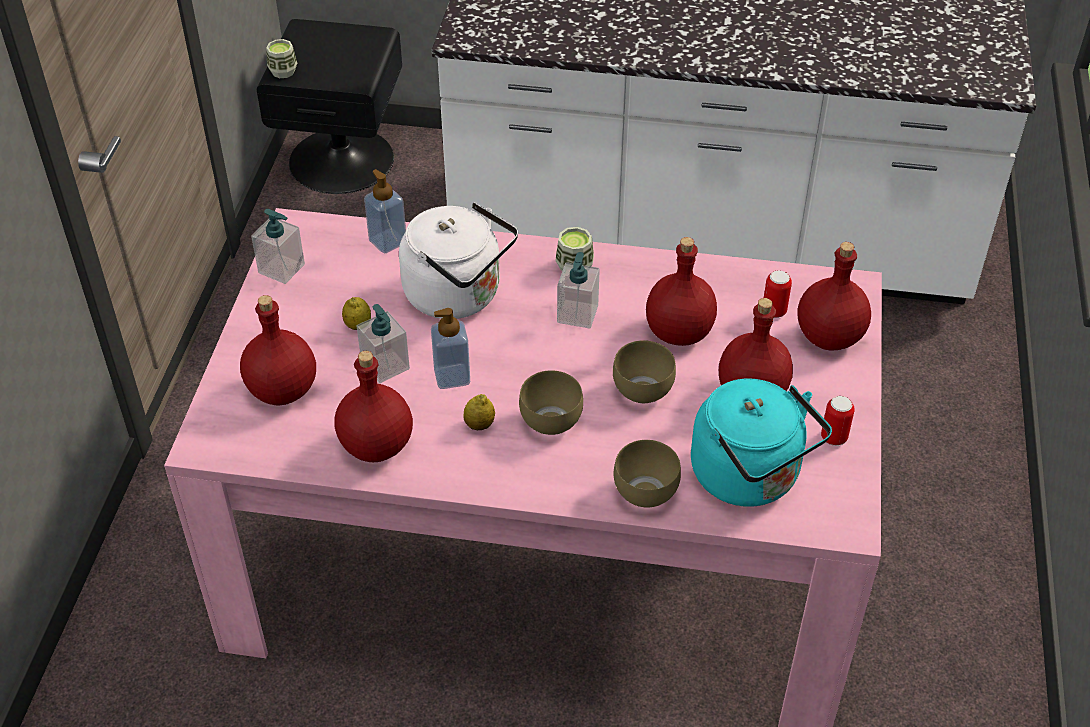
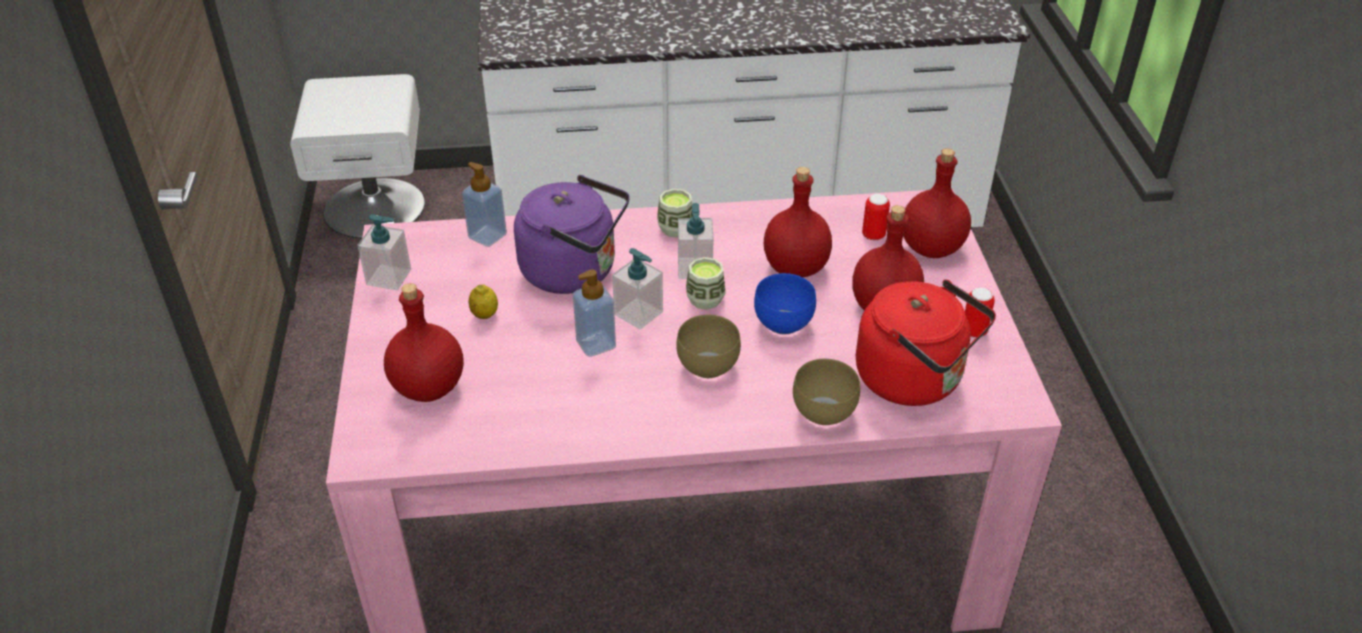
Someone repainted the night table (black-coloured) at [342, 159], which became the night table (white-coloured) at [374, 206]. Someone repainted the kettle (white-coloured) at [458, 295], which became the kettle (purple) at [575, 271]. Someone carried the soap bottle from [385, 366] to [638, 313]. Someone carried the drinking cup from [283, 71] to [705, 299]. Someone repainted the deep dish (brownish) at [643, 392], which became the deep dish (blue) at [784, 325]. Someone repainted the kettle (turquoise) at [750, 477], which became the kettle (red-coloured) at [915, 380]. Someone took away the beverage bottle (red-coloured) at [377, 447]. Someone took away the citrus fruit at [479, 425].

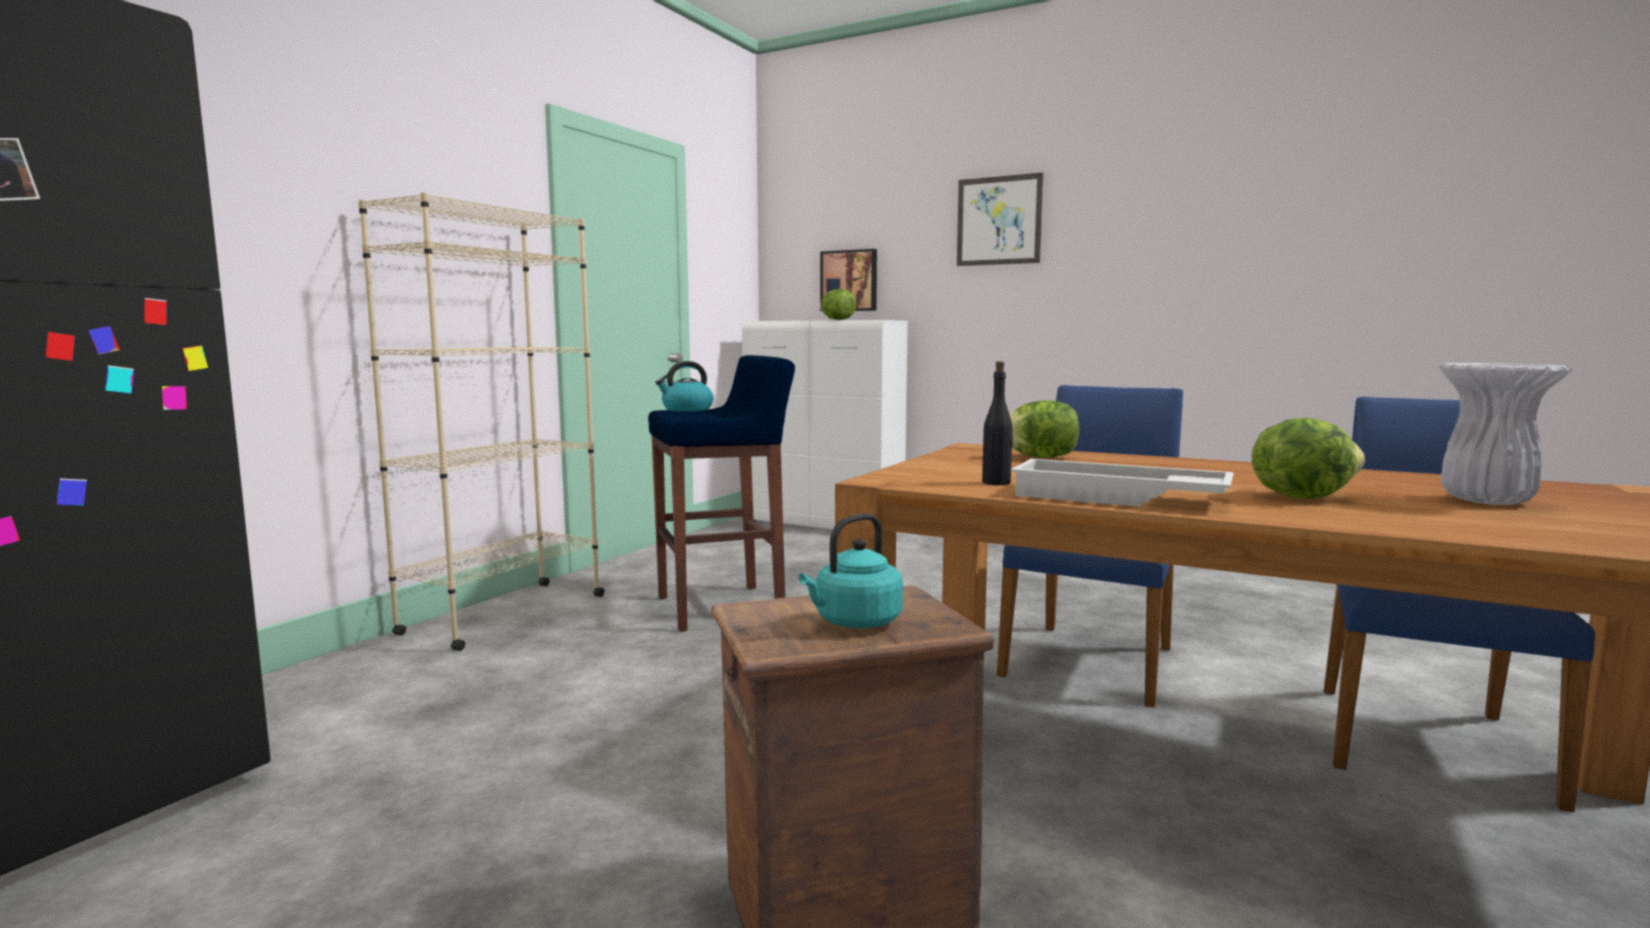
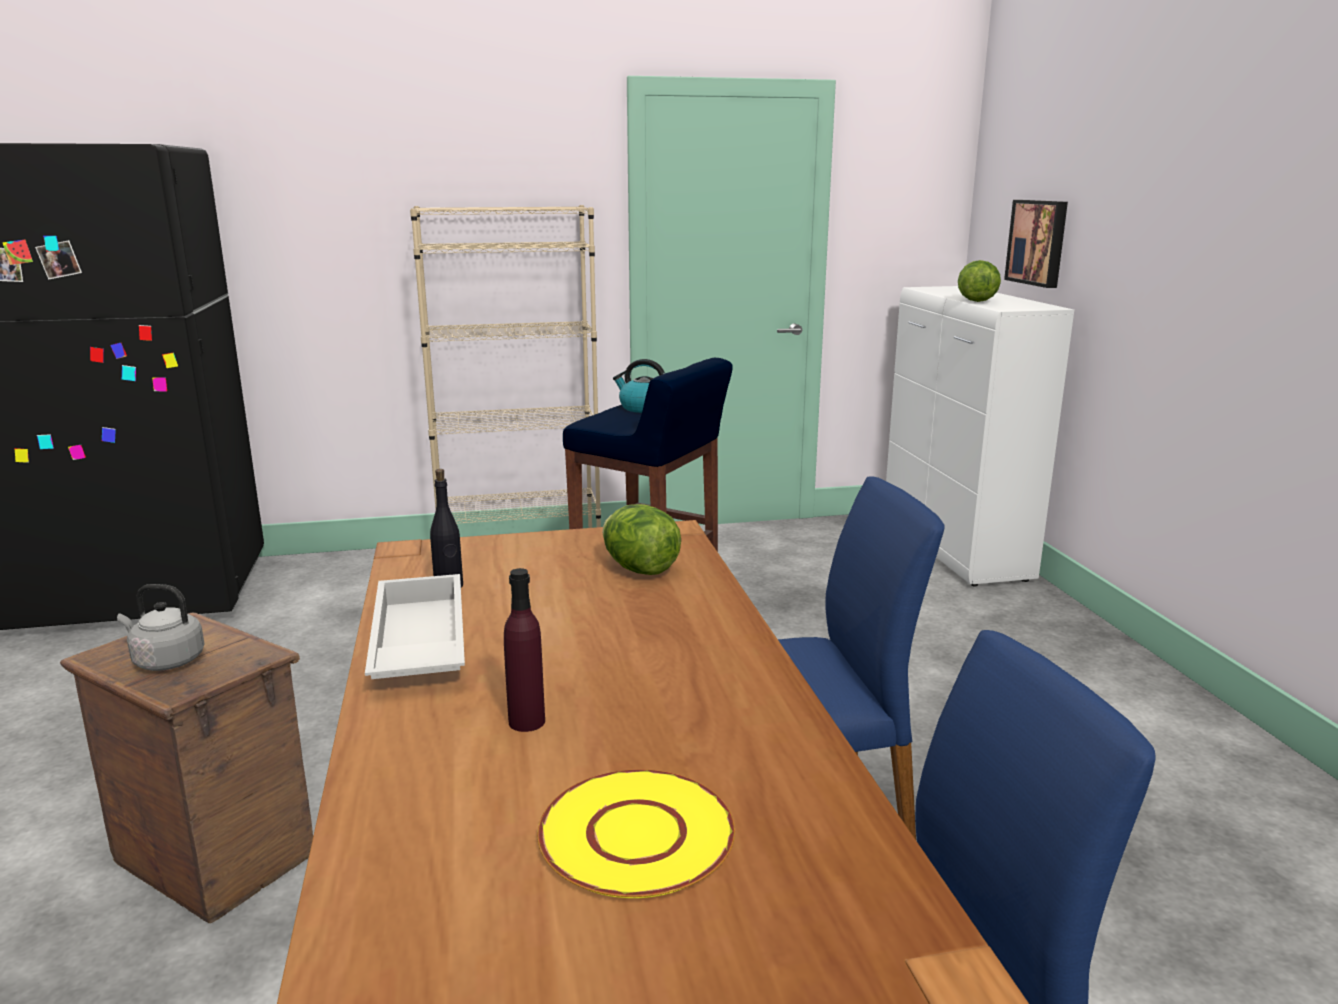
Someone repainted the kettle (turquoise) at [854, 622], which became the kettle (gray) at [166, 661]. Someone swapped the lettuce at [1300, 497] for the beverage bottle (purple) at [526, 721]. Someone swapped the decorative vase (white-coloured) at [1484, 500] for the flat dish (yellow) at [636, 834]. Someone took away the wall picture at [999, 220].

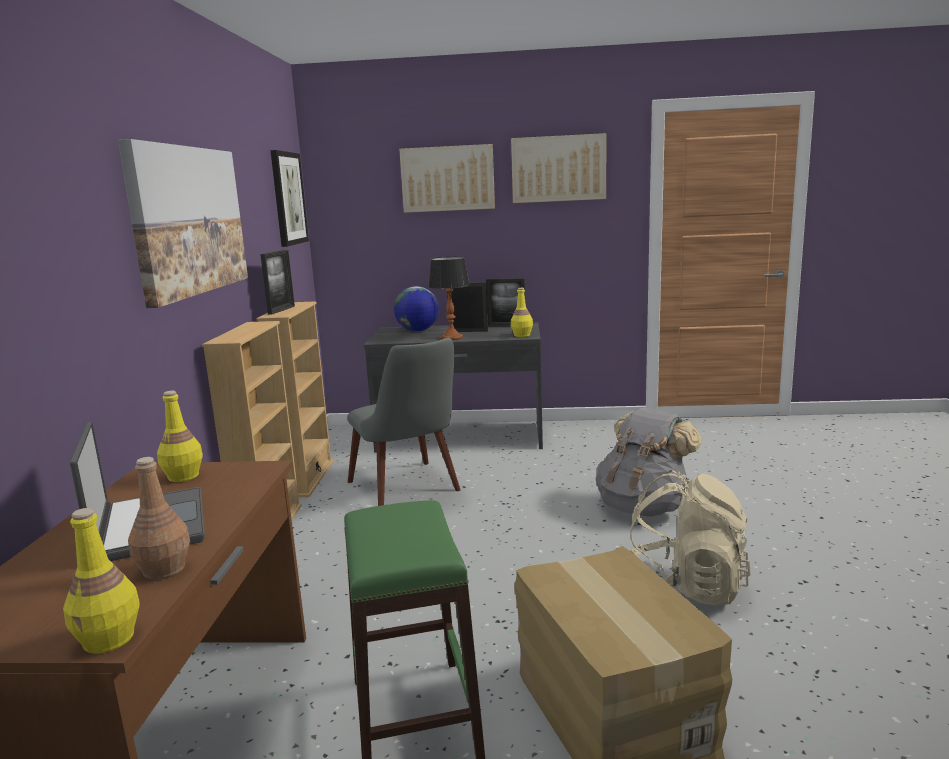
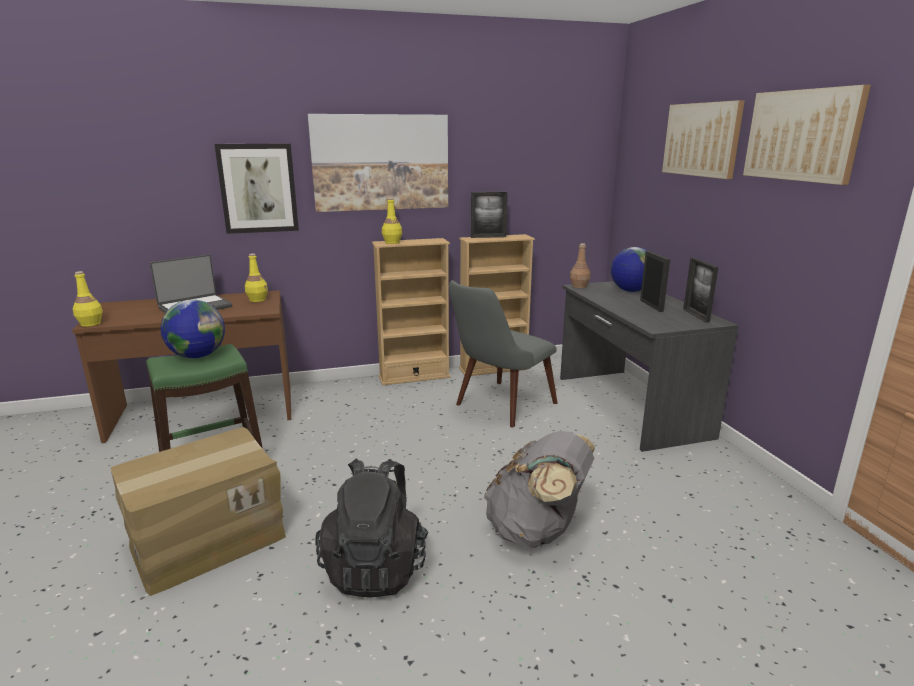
Someone put down the desk globe at [198, 356]. Someone carried the wall picture from [288, 198] to [258, 188]. Someone repainted the knapsack (beige) at [684, 588], which became the knapsack (black-coloured) at [376, 567]. Someone carried the beverage bottle (yellow) from [522, 335] to [392, 242]. Someone carried the beverage bottle (brownish) from [164, 570] to [579, 286]. Someone took away the table lamp at [451, 338].

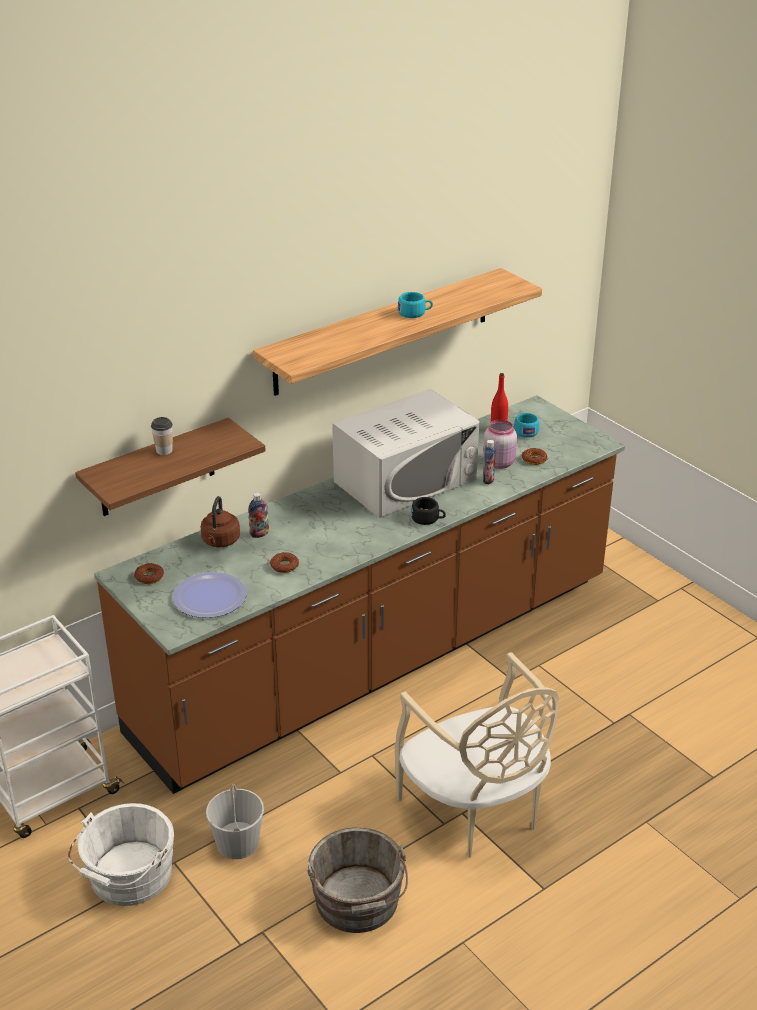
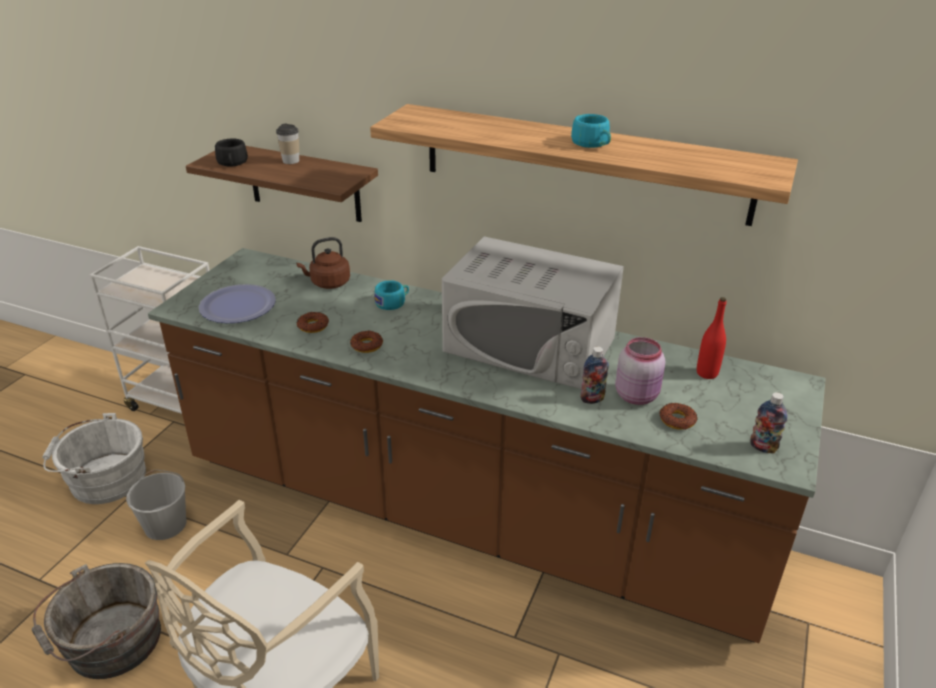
Someone carried the drinking cup (black-coloured) from [428, 519] to [232, 163]. Someone carried the doughnut from [149, 577] to [367, 345]. Someone carried the drinking cup (turquoise) from [525, 431] to [393, 302]. Someone carried the beverage bottle from [259, 534] to [763, 447].

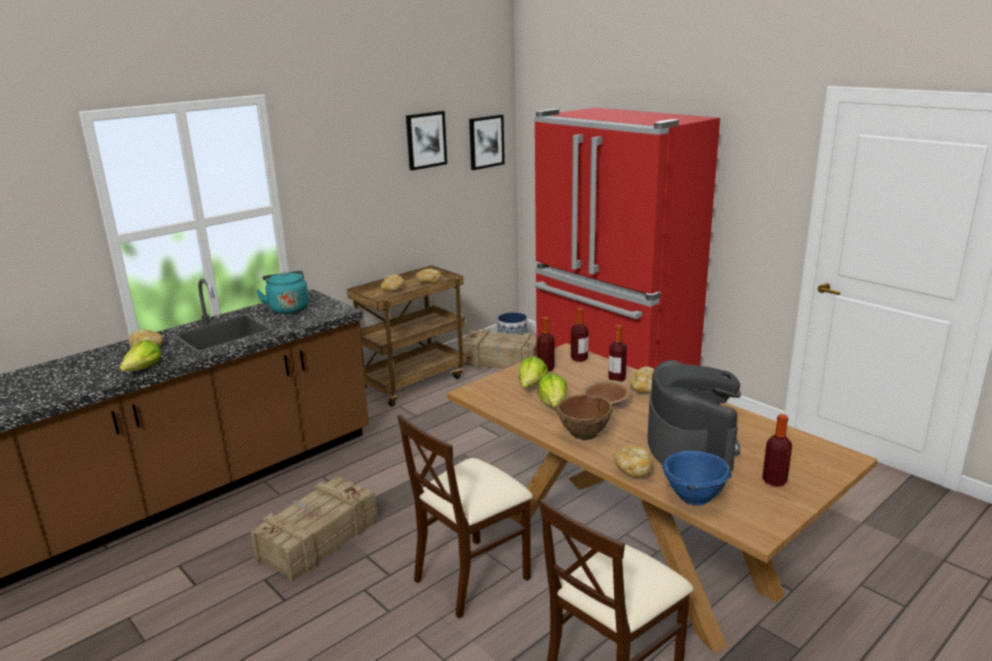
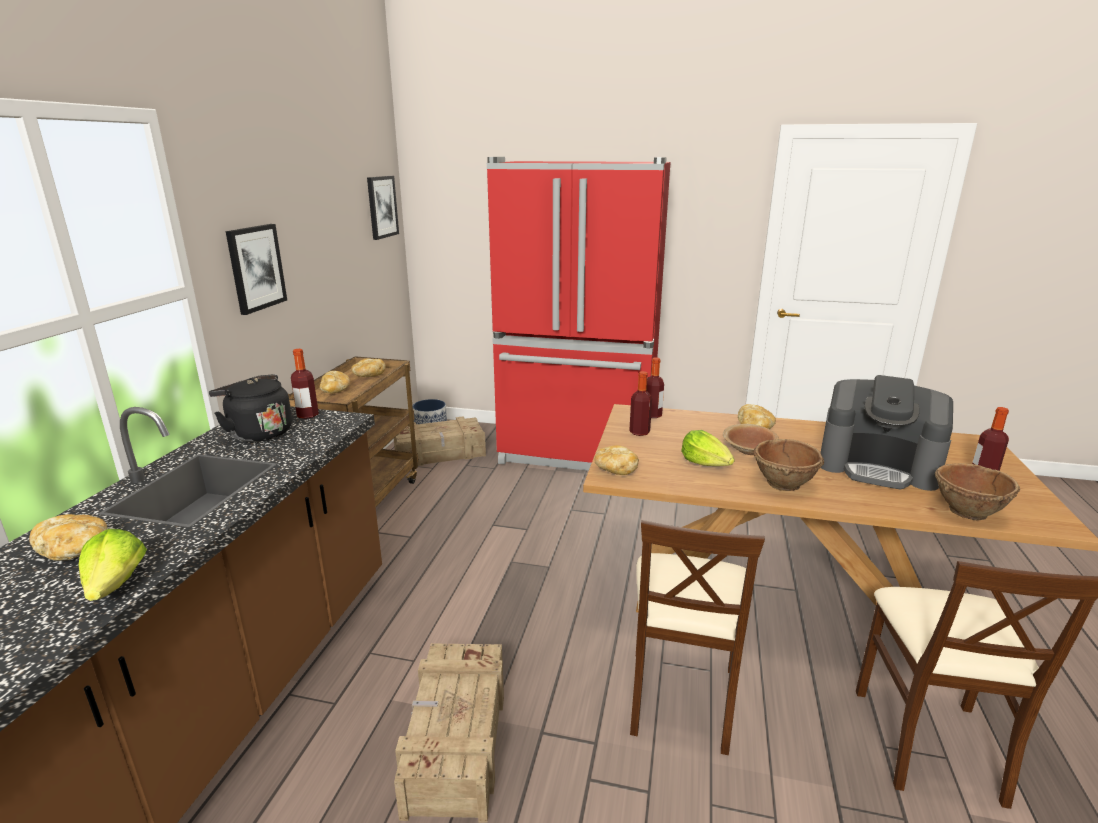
Someone repainted the kettle (turquoise) at [288, 308], which became the kettle (black-coloured) at [258, 433]. Someone carried the wall picture from [426, 140] to [256, 268]. Someone carried the beverage bottle from [617, 378] to [307, 415]. Someone carried the bread from [633, 470] to [615, 470]. Someone rotated the coffee machine at [690, 445] by 150 degrees clockwise. Someone repainted the deep dish (blue) at [693, 497], which became the deep dish (brownish) at [967, 512]. Someone took away the lettuce at [532, 385].

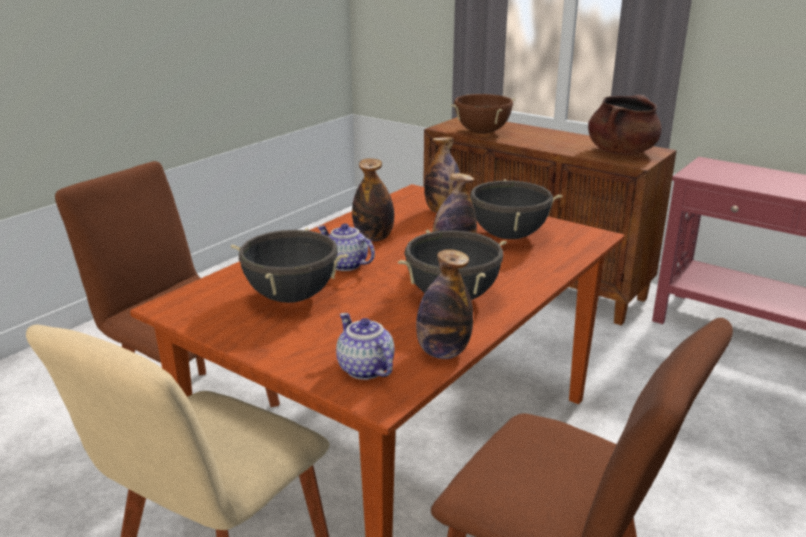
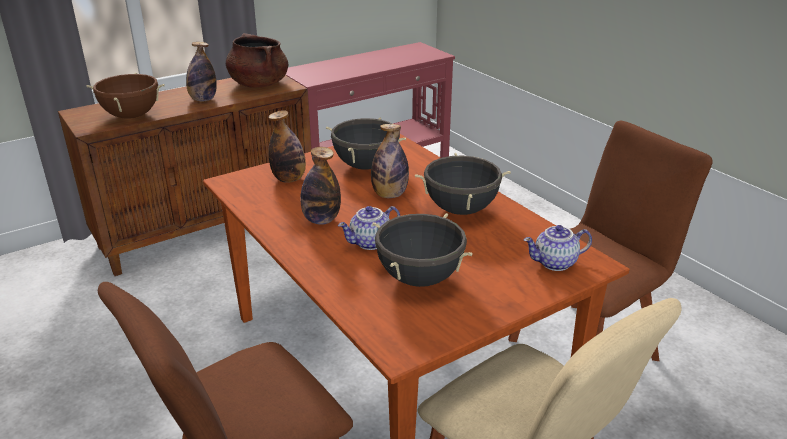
Someone carried the beverage bottle from [443, 352] to [203, 100].

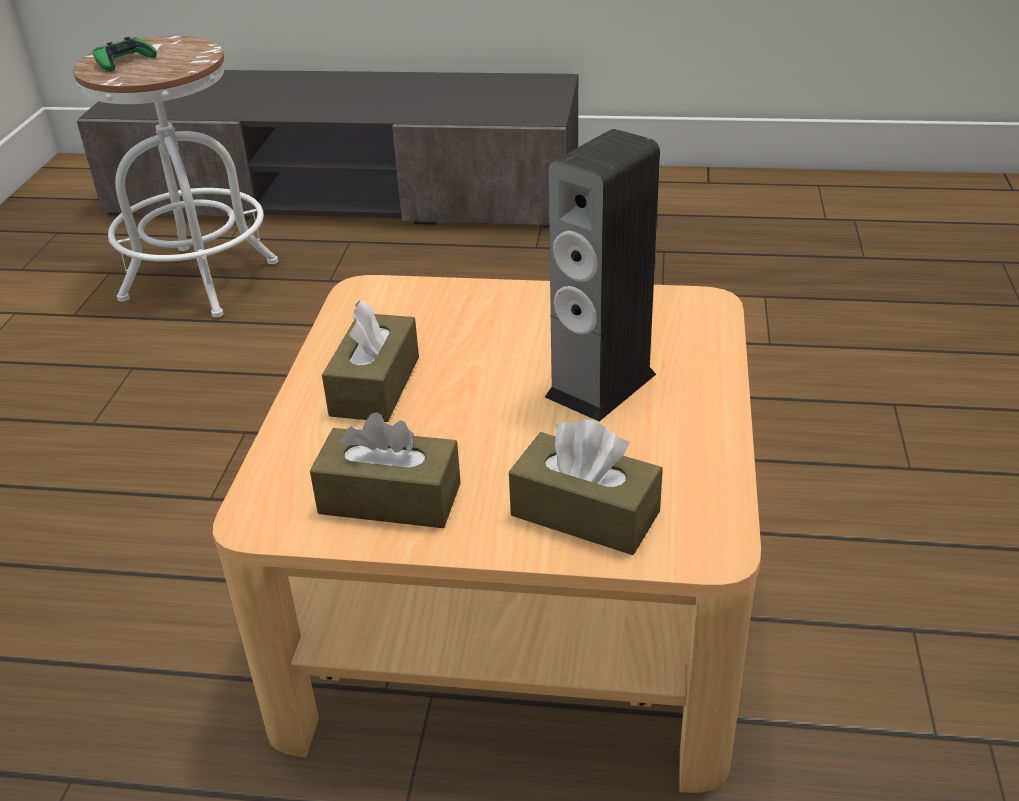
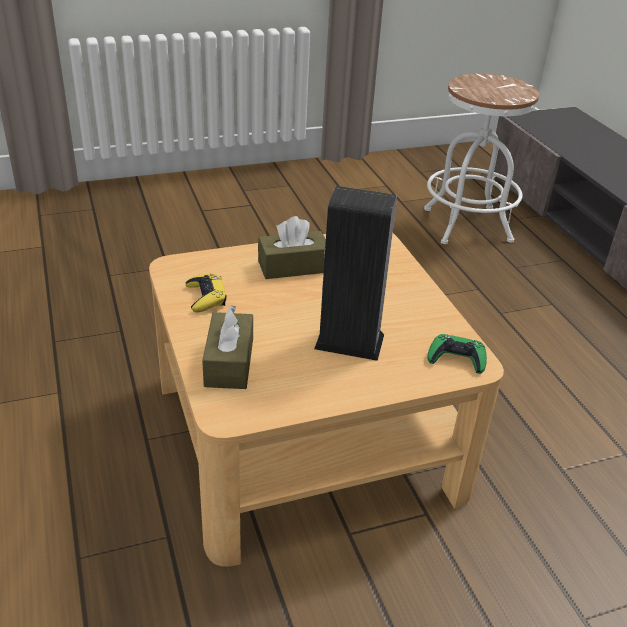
Someone swapped the tissue box (brownish) at [390, 499] for the game controller (yellow) at [206, 297]. Someone carried the game controller (greenish) from [124, 61] to [456, 359].

